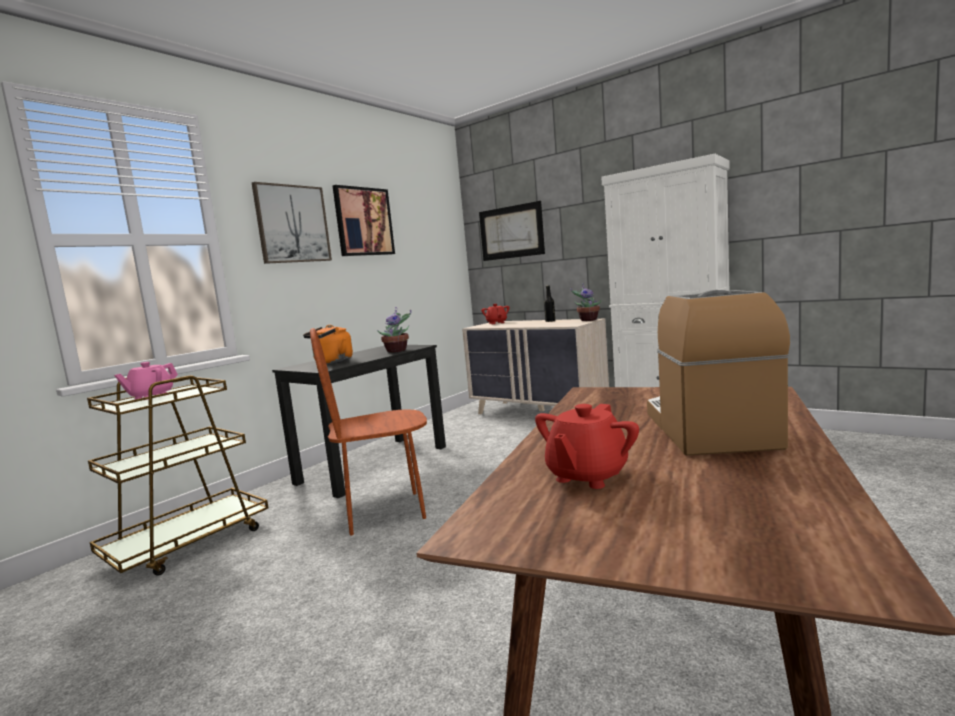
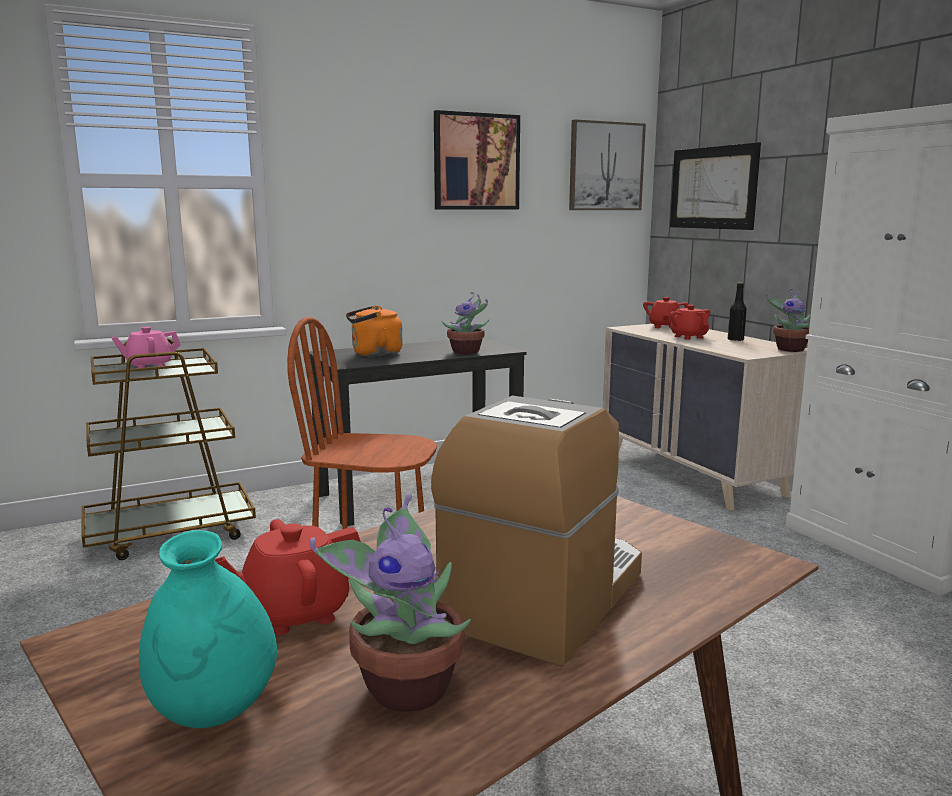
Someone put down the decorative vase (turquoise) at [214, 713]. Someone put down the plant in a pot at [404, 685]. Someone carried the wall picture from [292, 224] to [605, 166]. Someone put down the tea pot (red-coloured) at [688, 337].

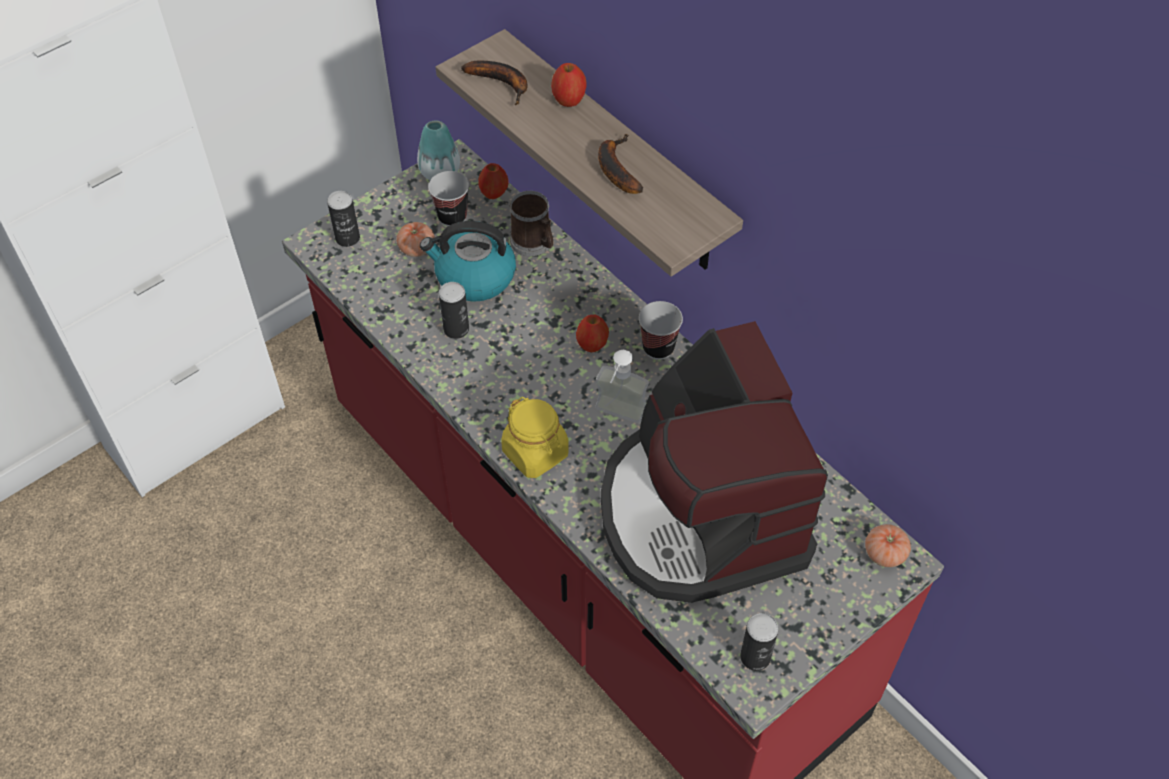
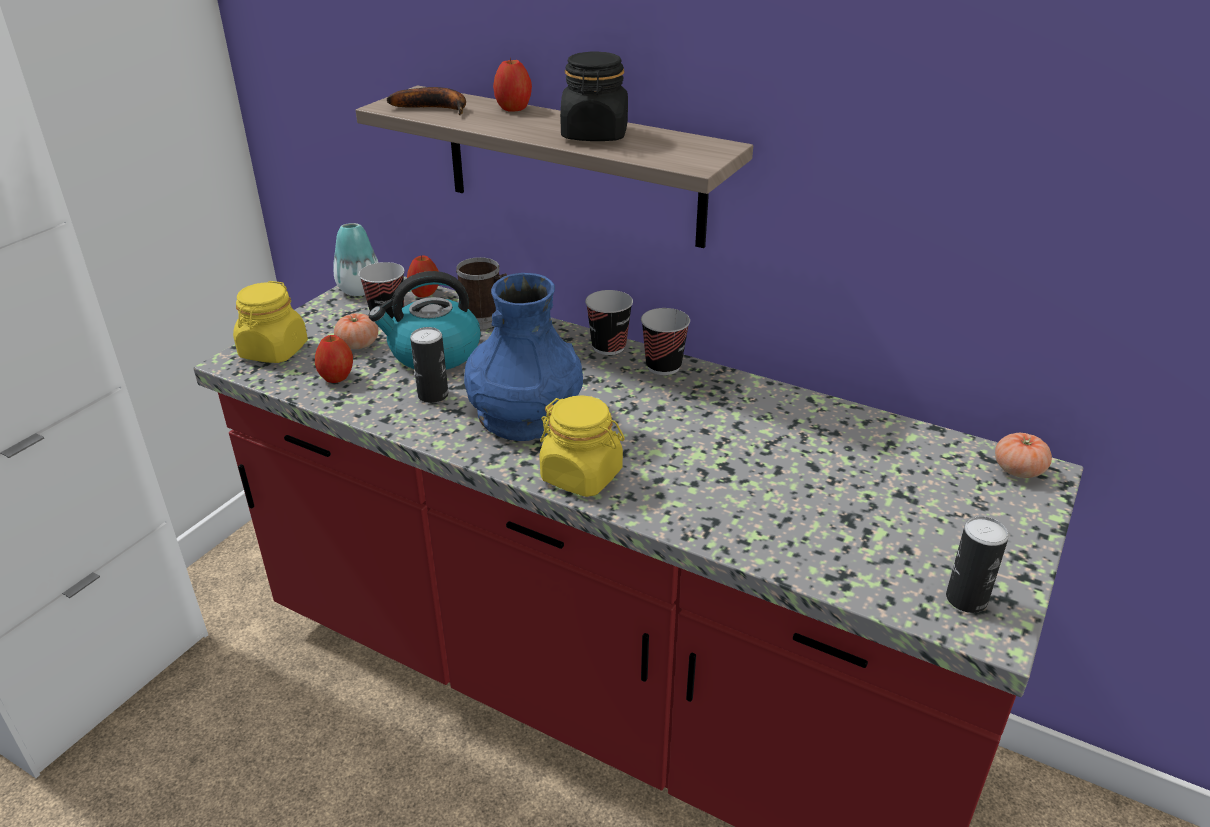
Someone swapped the sealed can at [347, 238] for the jar (yellow) at [273, 351]. Someone carried the apple from [592, 345] to [337, 378]. Someone put down the decorative vase (blue) at [524, 413]. Someone swapped the banana at [615, 169] for the jar (black-coloured) at [595, 135]. Someone put down the drinking cup at [609, 347]. Someone took away the soap bottle at [617, 418]. Someone took away the coffee machine at [700, 514].

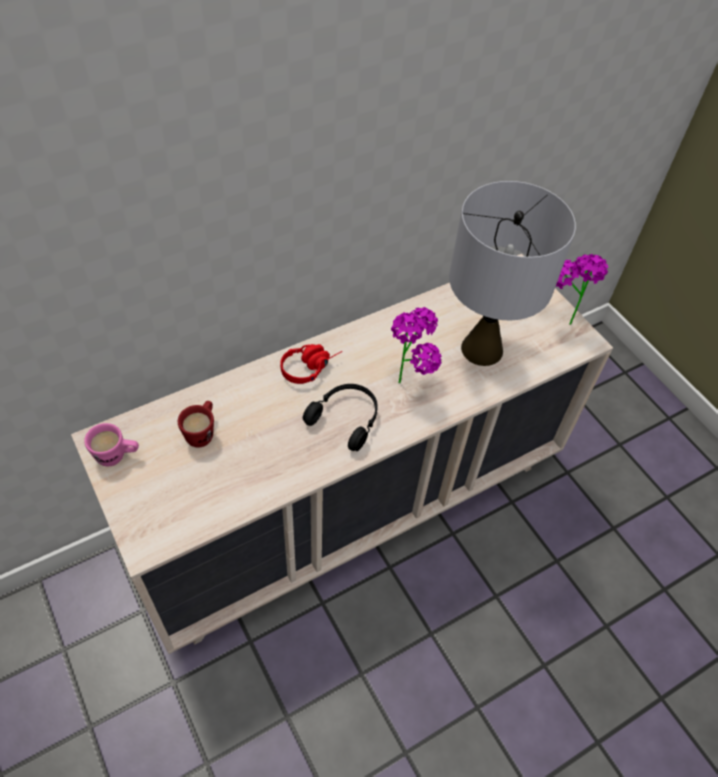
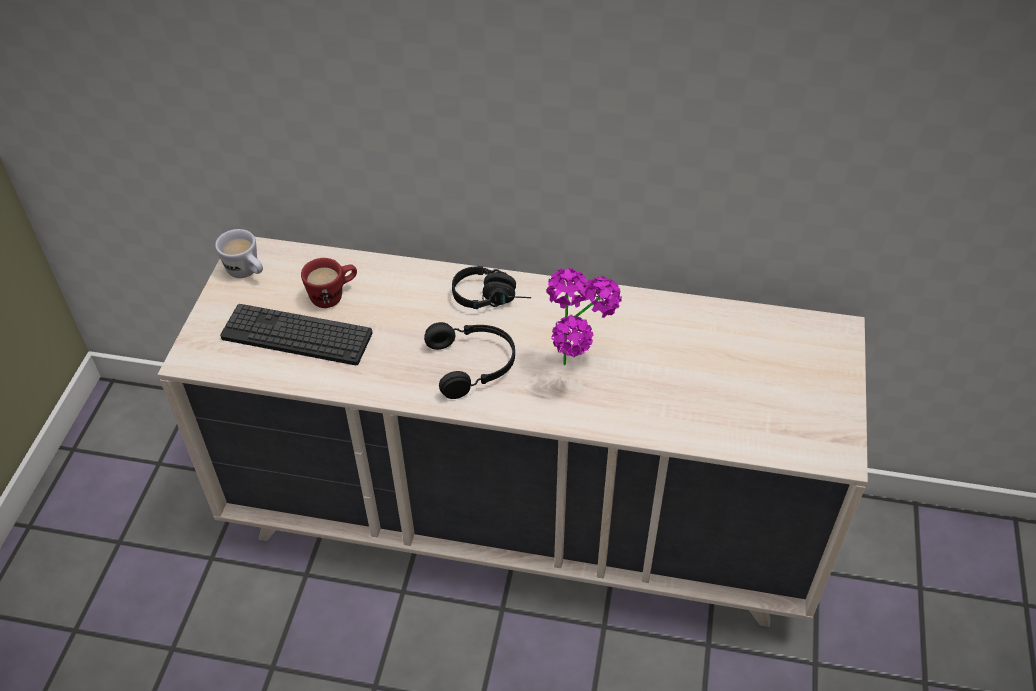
Someone repainted the mug (pinkish) at [117, 456], which became the mug (white-coloured) at [247, 273]. Someone put down the PC keyboard at [297, 335]. Someone repainted the pair of headphones (red-coloured) at [310, 366], which became the pair of headphones (black-coloured) at [492, 297]. Someone took away the table lamp (gray) at [481, 349]. Someone took away the plant in a pot at [561, 317].

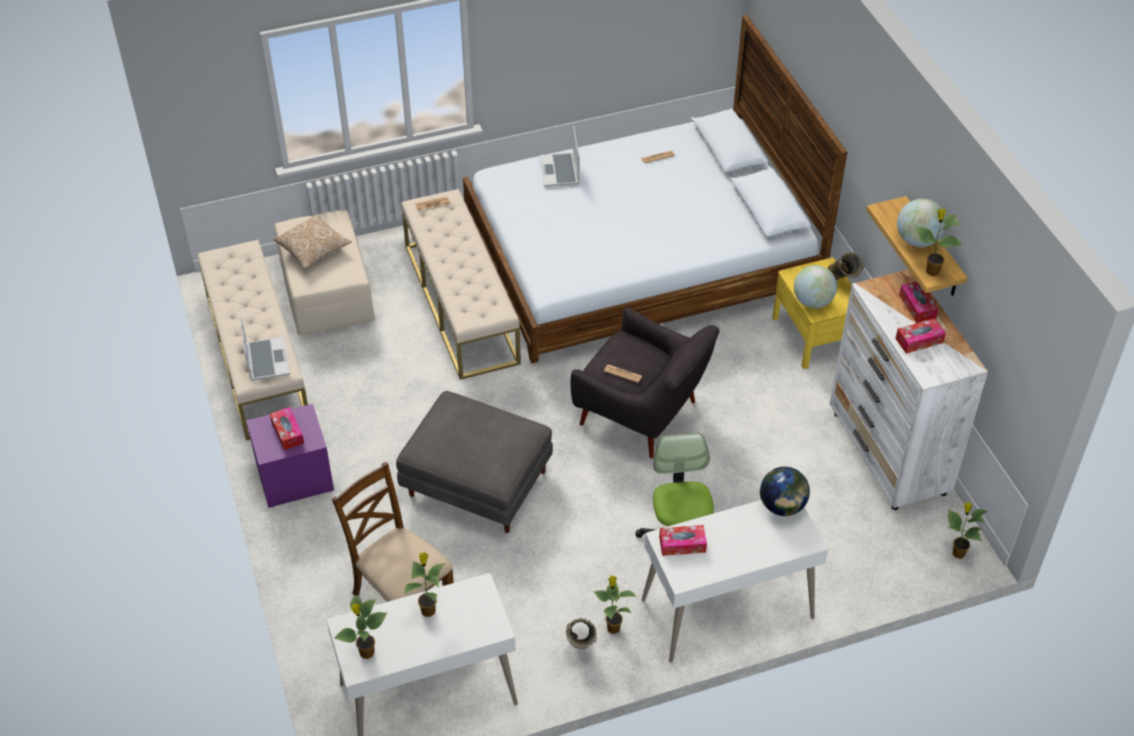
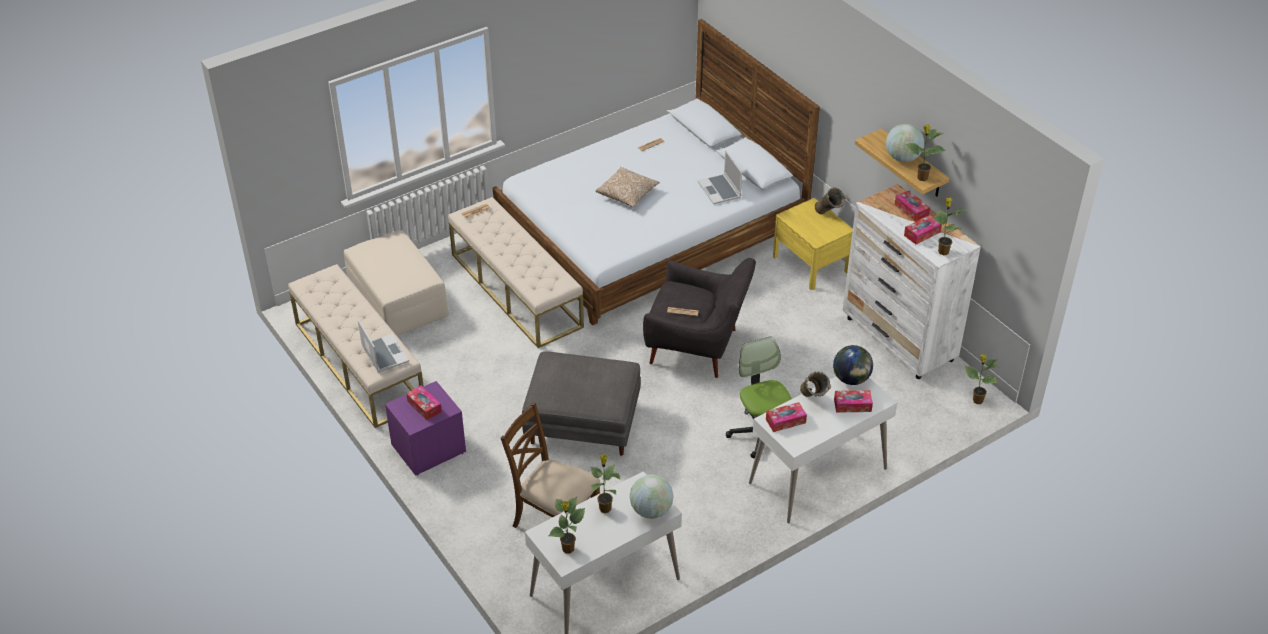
Someone carried the throw pillow from [313, 249] to [627, 194]. Someone carried the desk globe from [813, 302] to [651, 510]. Someone carried the notebook computer from [560, 171] to [720, 190]. Someone carried the decorative vase (beige) from [580, 647] to [812, 401]. Someone put down the tissue box at [852, 405]. Someone carried the plant in a pot from [613, 627] to [942, 251].

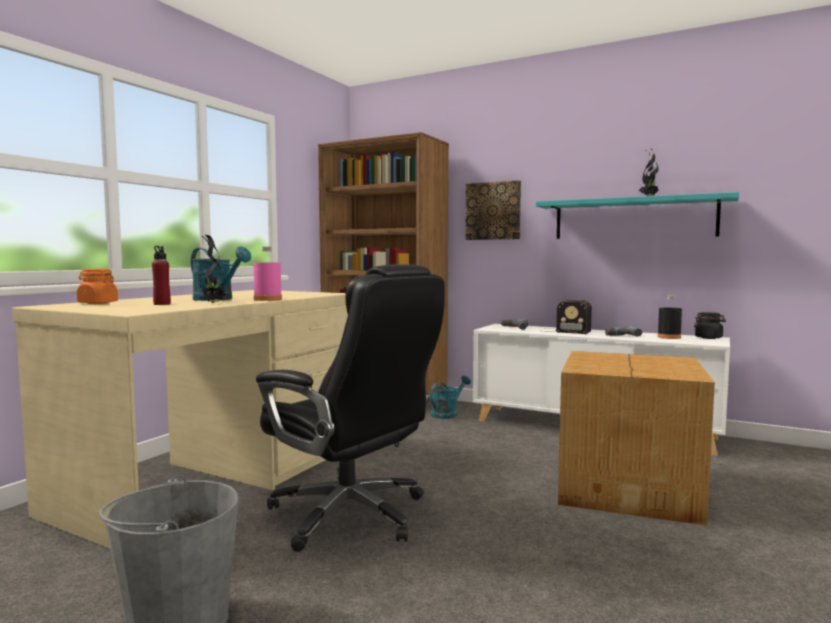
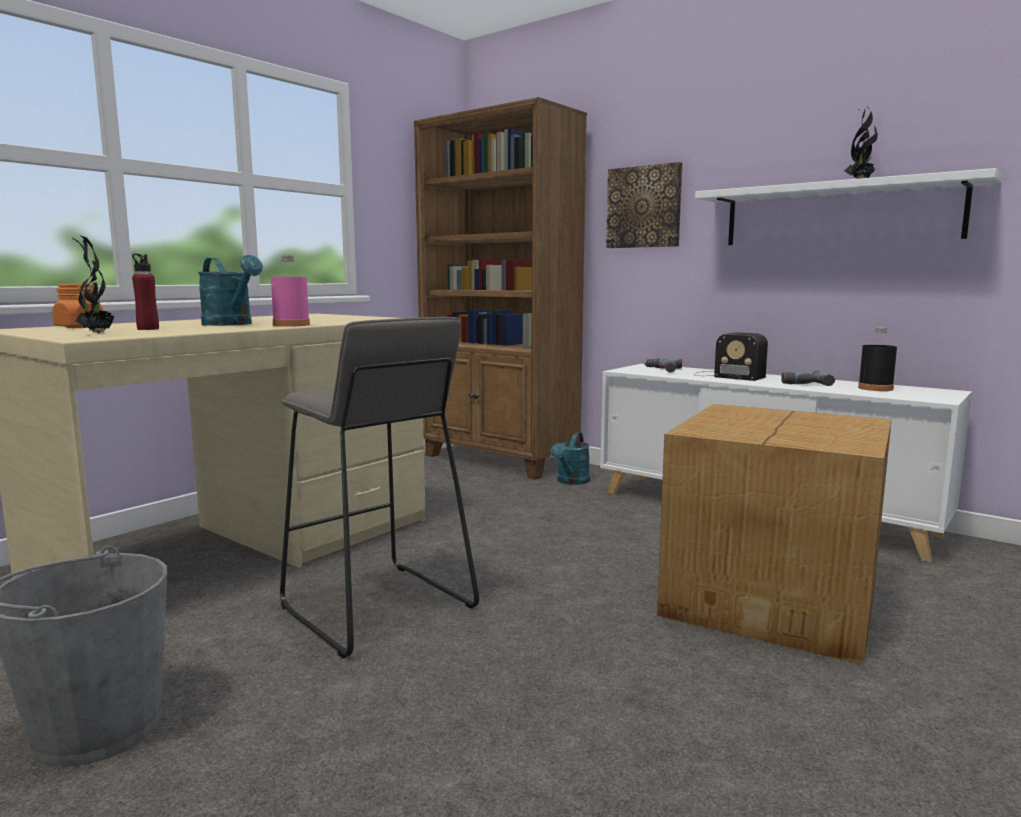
Someone carried the plant in a pot from [213, 303] to [97, 333]. Someone swapped the computer chair (black-coloured) at [351, 515] for the stool seat (gray) at [376, 608]. Someone rotated the watering pot (turquoise) at [447, 414] by 150 degrees clockwise. Someone repainted the bracket shelf (turquoise) at [633, 218], which became the bracket shelf (white-coloured) at [838, 214]. Someone took away the jar (black-coloured) at [709, 338].

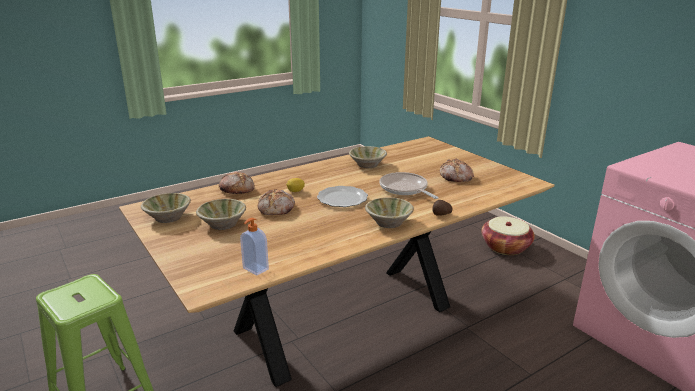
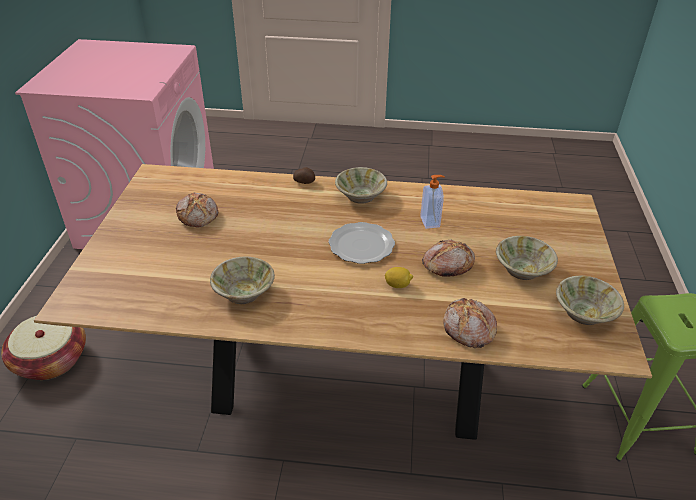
Someone carried the soap bottle from [255, 269] to [430, 222]. Someone took away the skillet at [405, 189].

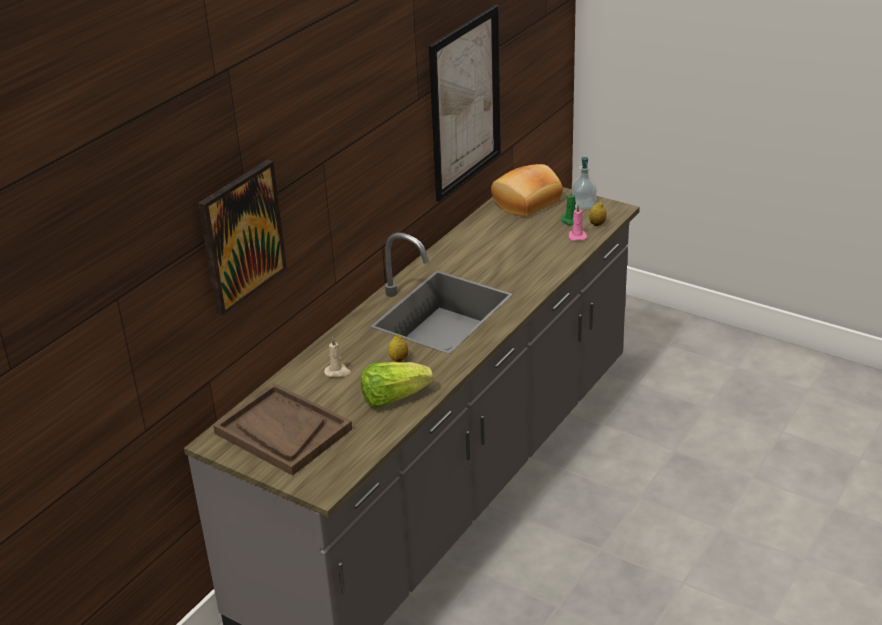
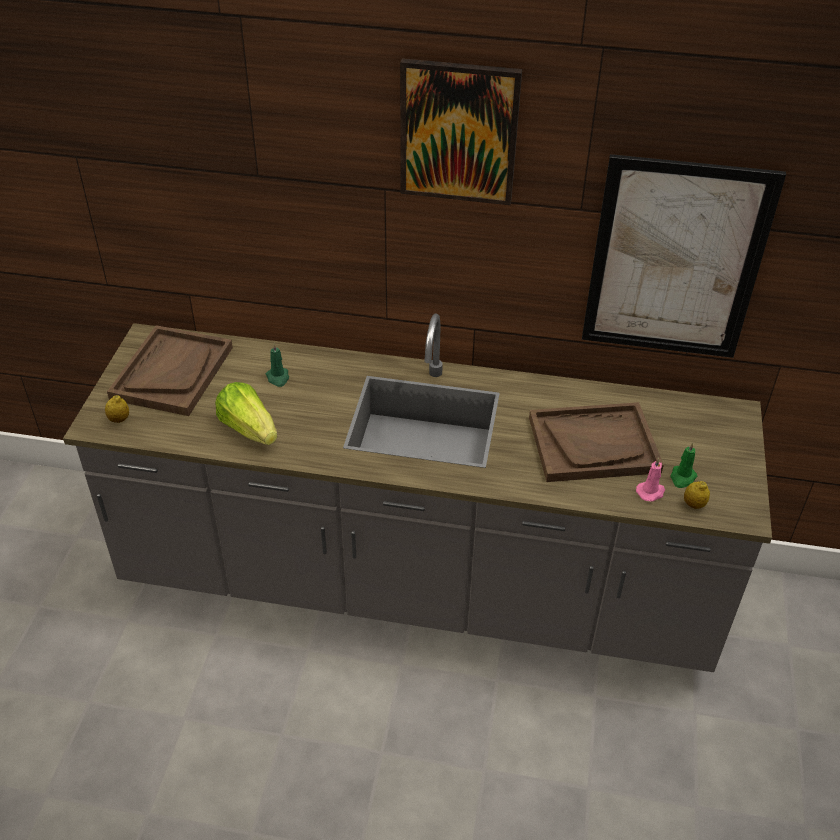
Someone carried the citrus fruit from [399, 359] to [119, 419]. Someone repainted the wax light (beige) at [337, 372], which became the wax light (greenish) at [278, 378]. Someone carried the wall picture from [241, 236] to [459, 132]. Someone put down the serving tray (brownish) at [593, 444]. Someone took away the bread at [527, 203]. Someone took away the soap bottle at [583, 205].

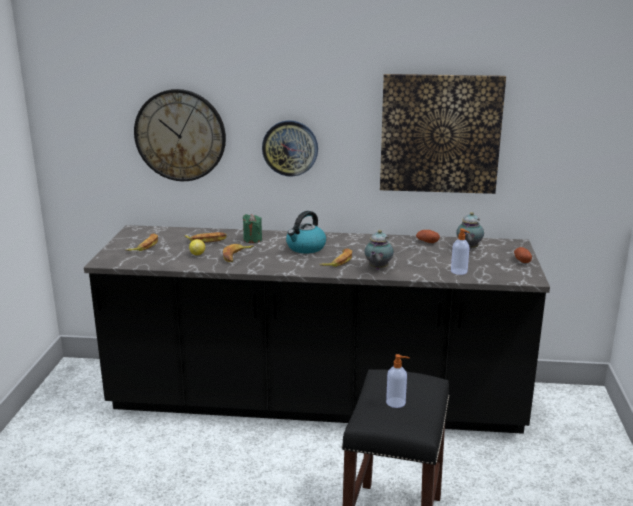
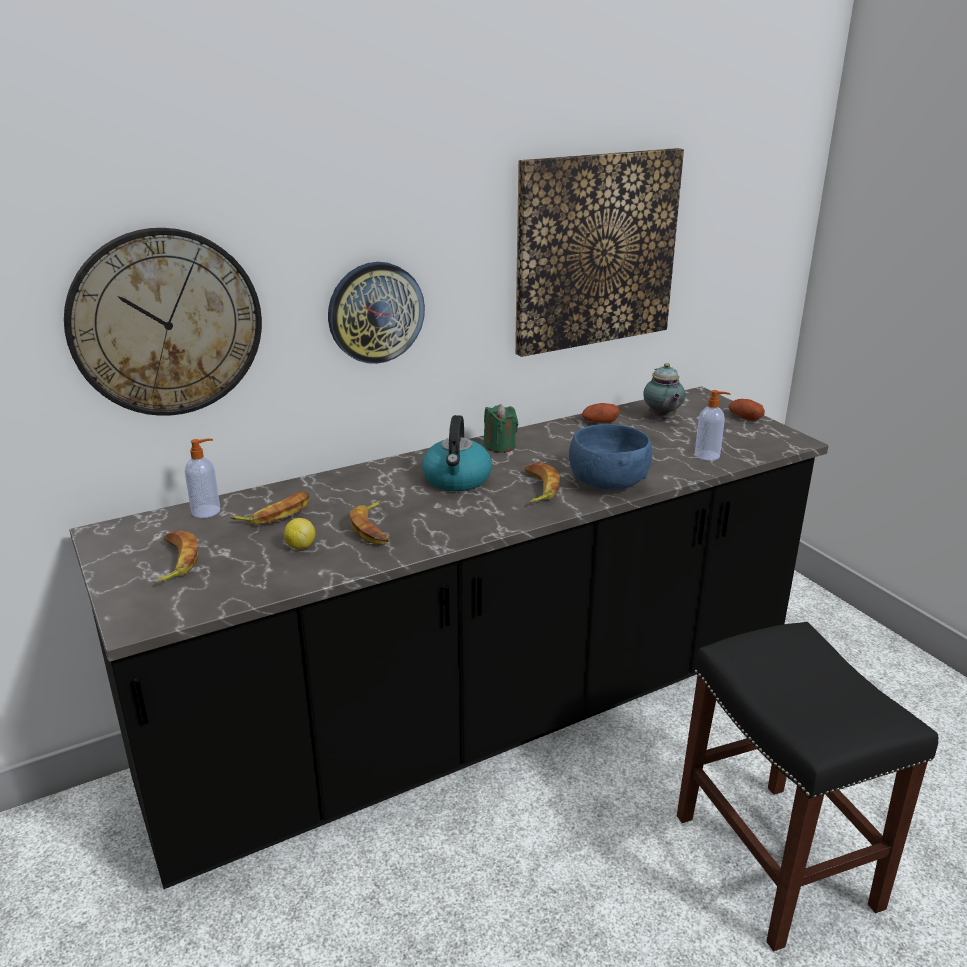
Someone carried the soap bottle from [396, 403] to [207, 511]. Someone carried the wax light (greenish) from [252, 239] to [500, 446]. Someone swapped the tea pot at [377, 268] for the deep dish (blue) at [607, 483].

